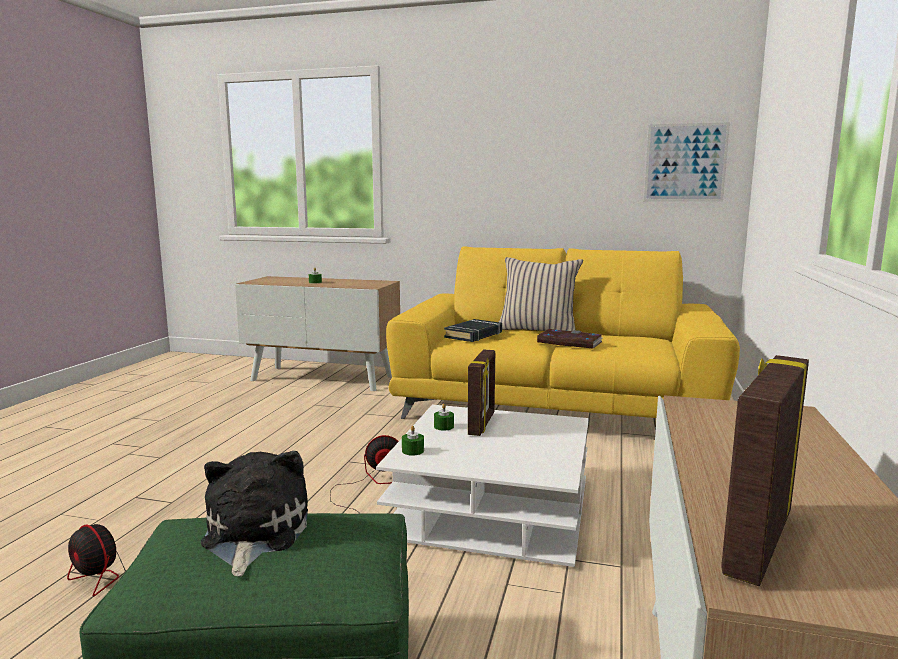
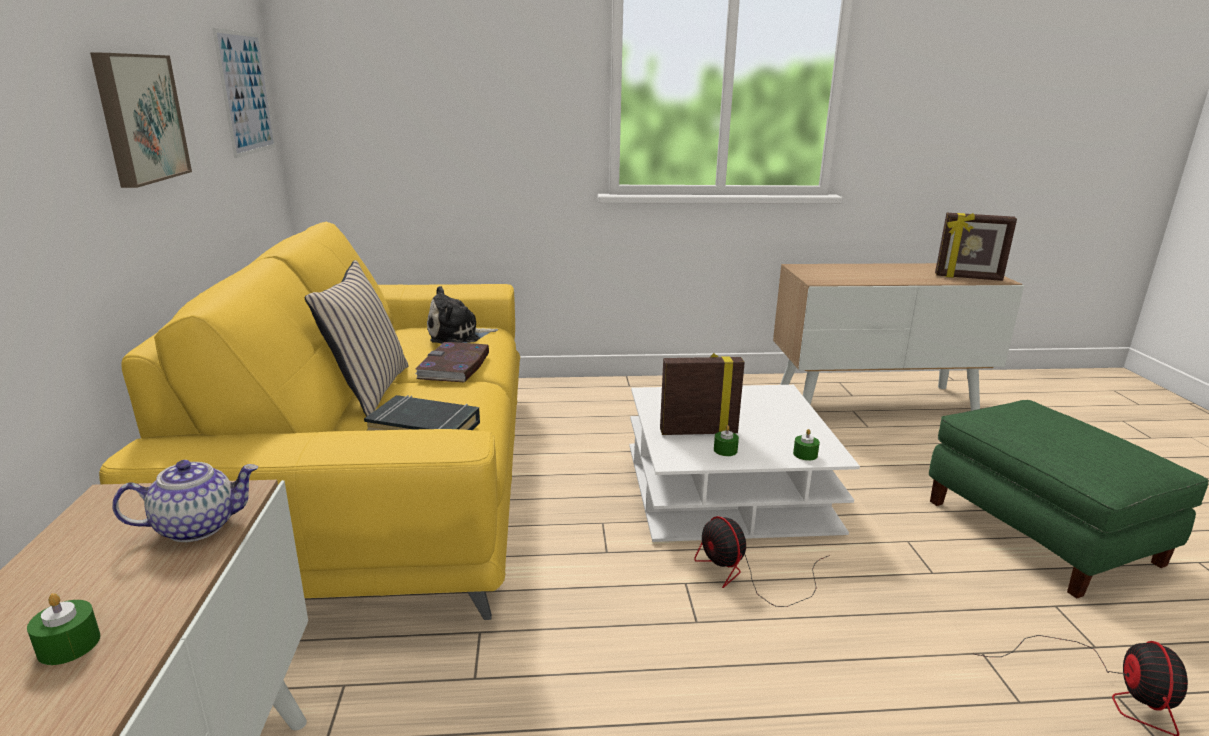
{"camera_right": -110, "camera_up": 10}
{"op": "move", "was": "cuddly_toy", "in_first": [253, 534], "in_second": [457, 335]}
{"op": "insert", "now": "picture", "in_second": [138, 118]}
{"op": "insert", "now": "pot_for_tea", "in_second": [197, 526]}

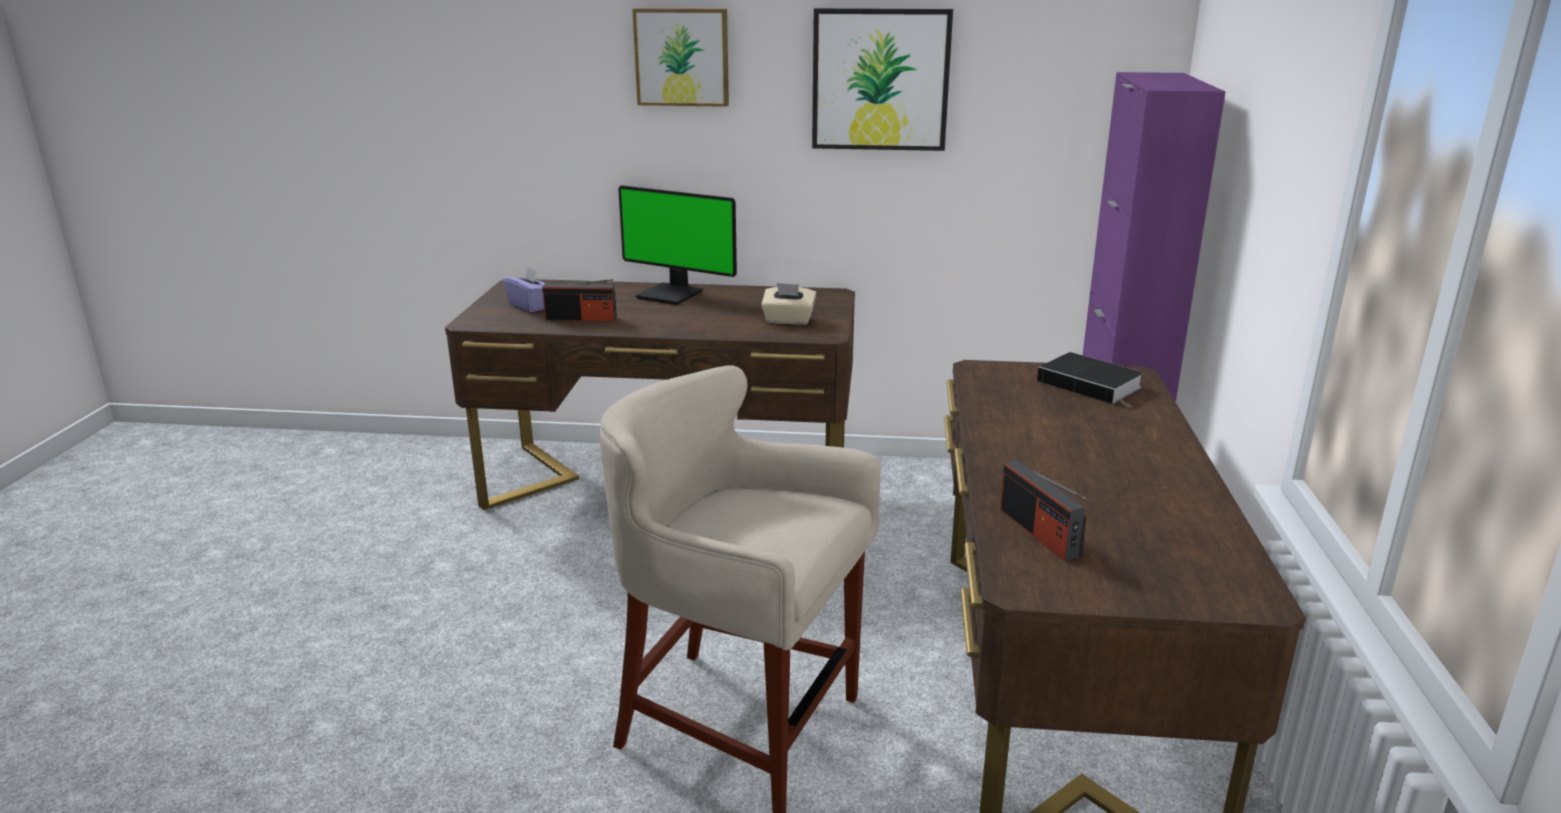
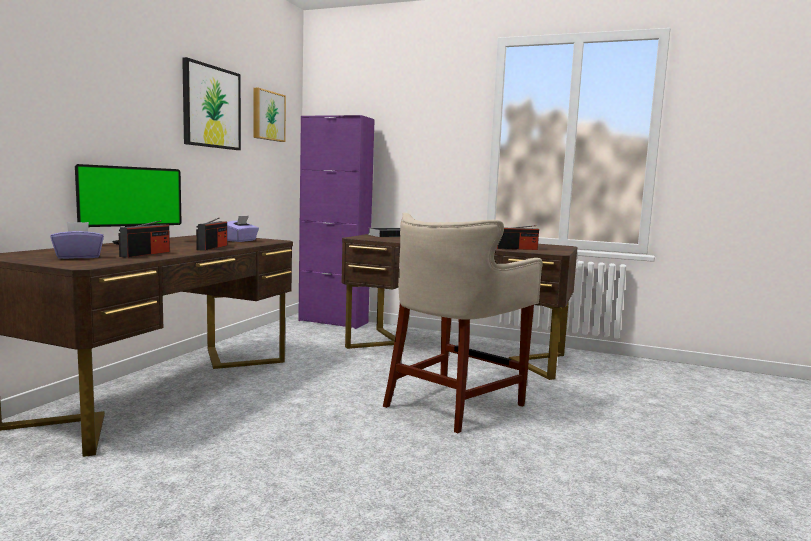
{"camera_right": -75, "camera_up": -15}
{"op": "move", "was": "picture", "in_first": [682, 57], "in_second": [267, 116]}
{"op": "recolor", "was": "beige-coloured_tissue_holder", "now": "purplish_tissue_holder", "in_first": [788, 320], "in_second": [241, 240]}
{"op": "insert", "now": "radio_set", "in_second": [212, 247]}

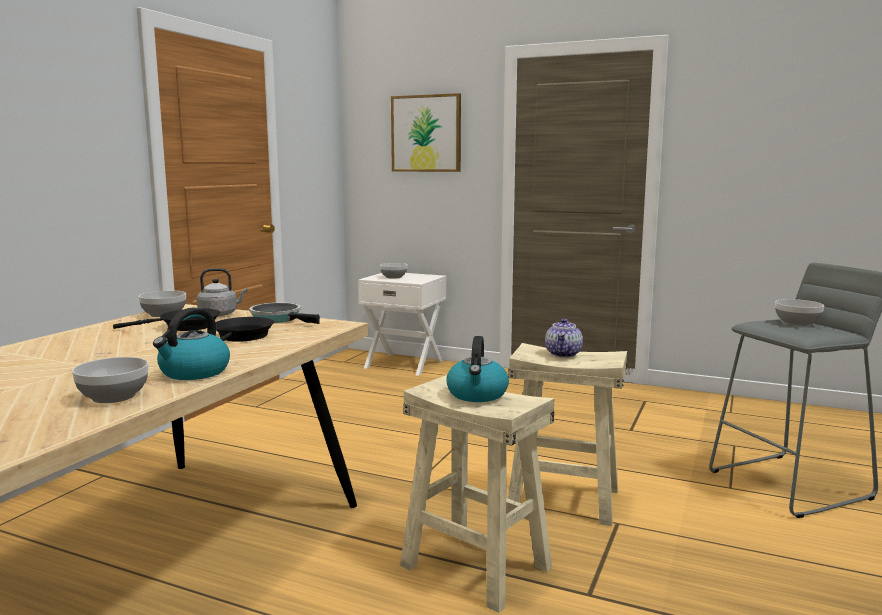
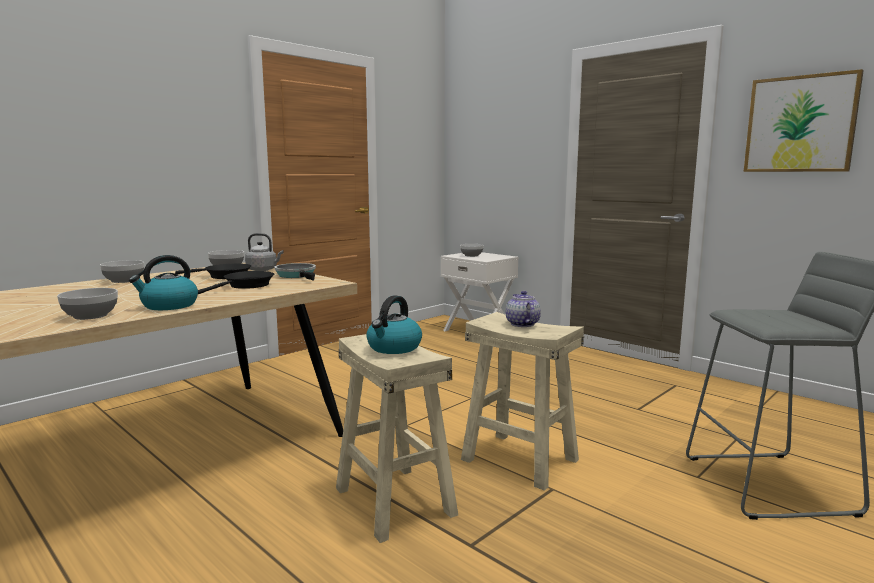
{"camera_right": 20, "camera_up": 0}
{"op": "move", "was": "picture", "in_first": [426, 133], "in_second": [800, 124]}
{"op": "move", "was": "deep_dish", "in_first": [796, 323], "in_second": [123, 280]}
{"op": "rotate", "was": "pot_for_tea", "in_first": [563, 354], "in_second": [522, 324], "clockwise": 135}

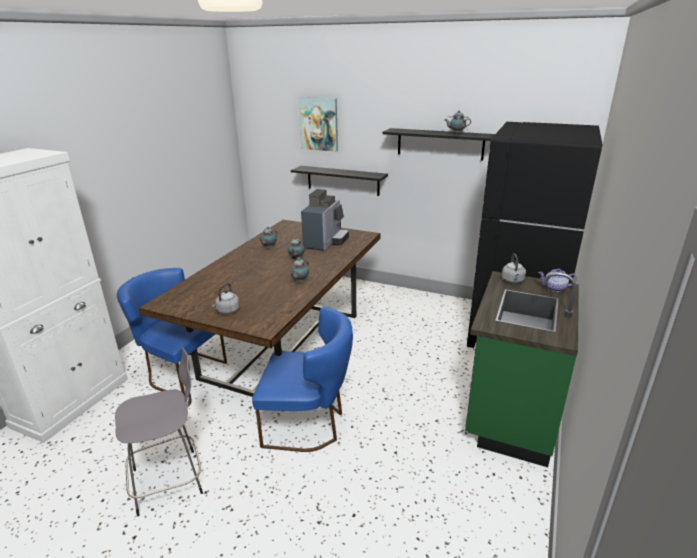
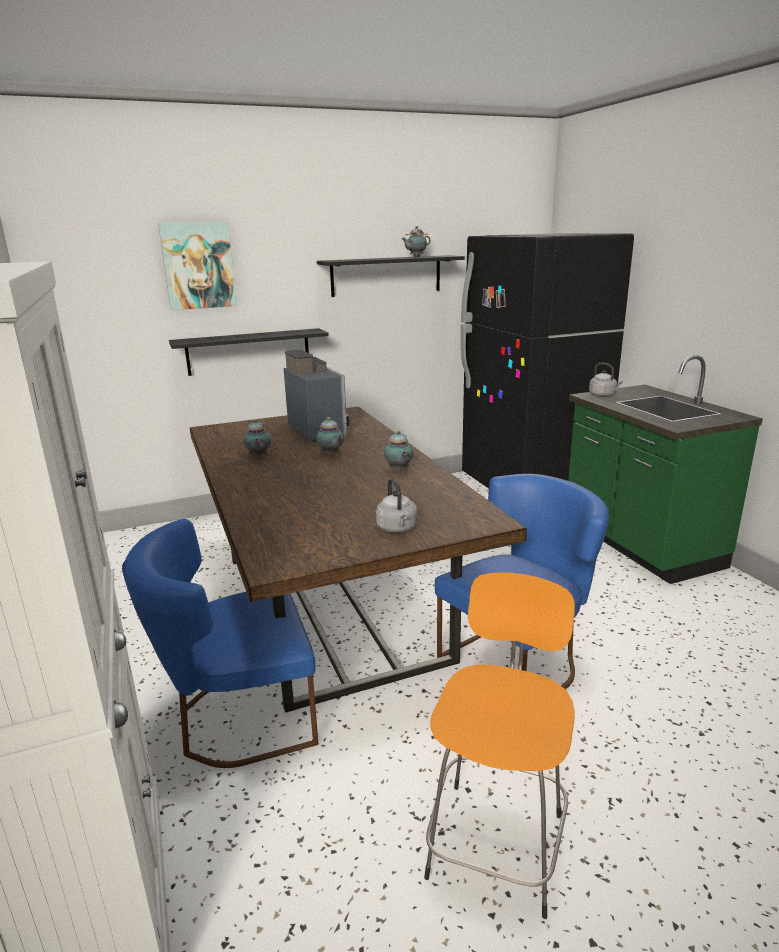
{"camera_right": -45, "camera_up": -5}
{"op": "delete", "was": "pot_for_tea", "in_first": [555, 288]}
{"op": "recolor", "was": "greyish_stool_seat", "now": "orange_stool_seat", "in_first": [170, 480], "in_second": [497, 840]}

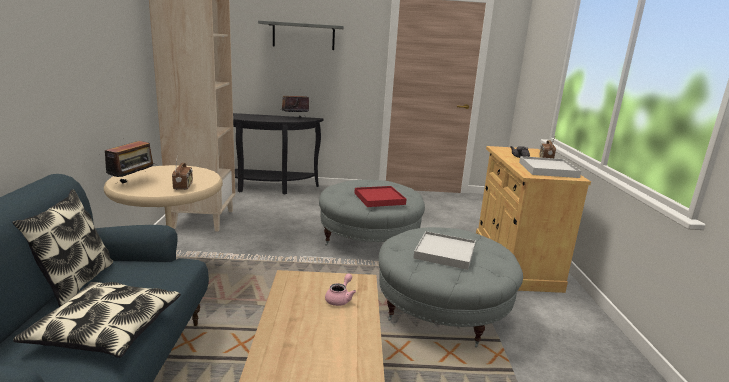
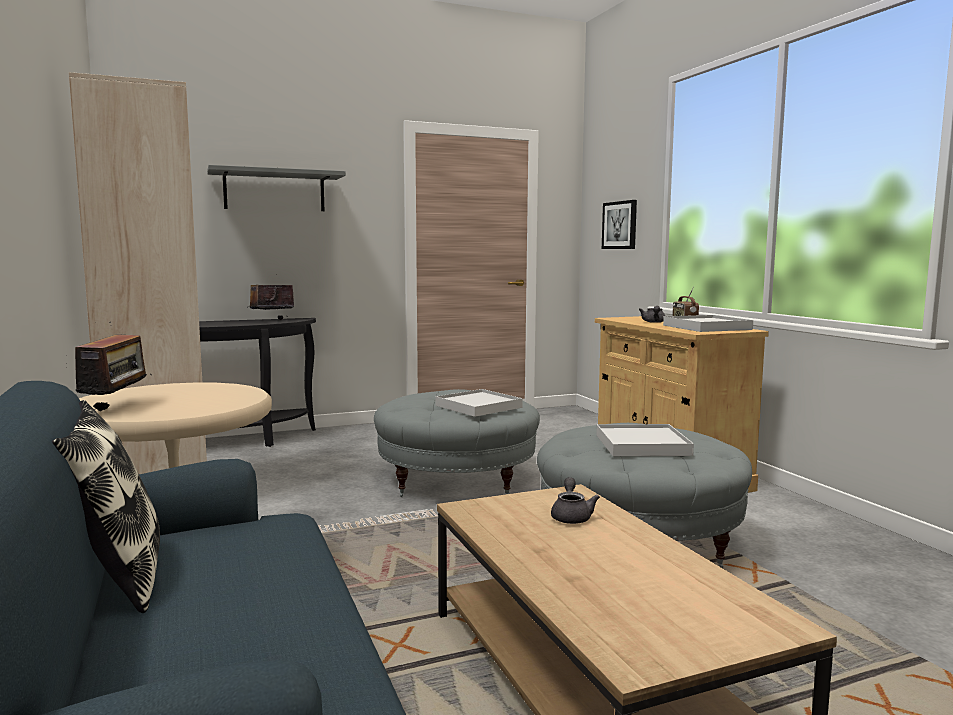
{"camera_right": -20, "camera_up": -10}
{"op": "delete", "was": "radio_set", "in_first": [183, 186]}
{"op": "recolor", "was": "reddish_carrying_tray", "now": "white-coloured_carrying_tray", "in_first": [379, 199], "in_second": [478, 406]}
{"op": "recolor", "was": "pink_pot_for_tea", "now": "greyish_pot_for_tea", "in_first": [340, 299], "in_second": [571, 516]}
{"op": "delete", "was": "pillow", "in_first": [106, 329]}
{"op": "insert", "now": "picture", "in_second": [620, 225]}

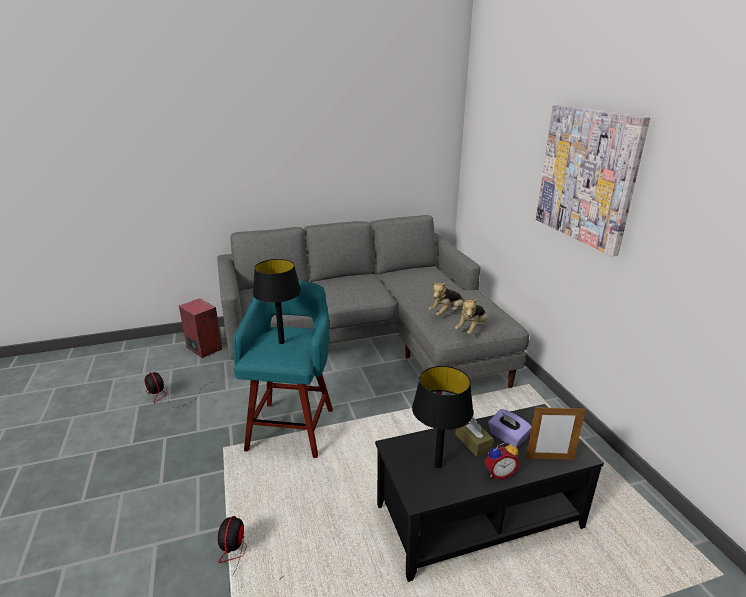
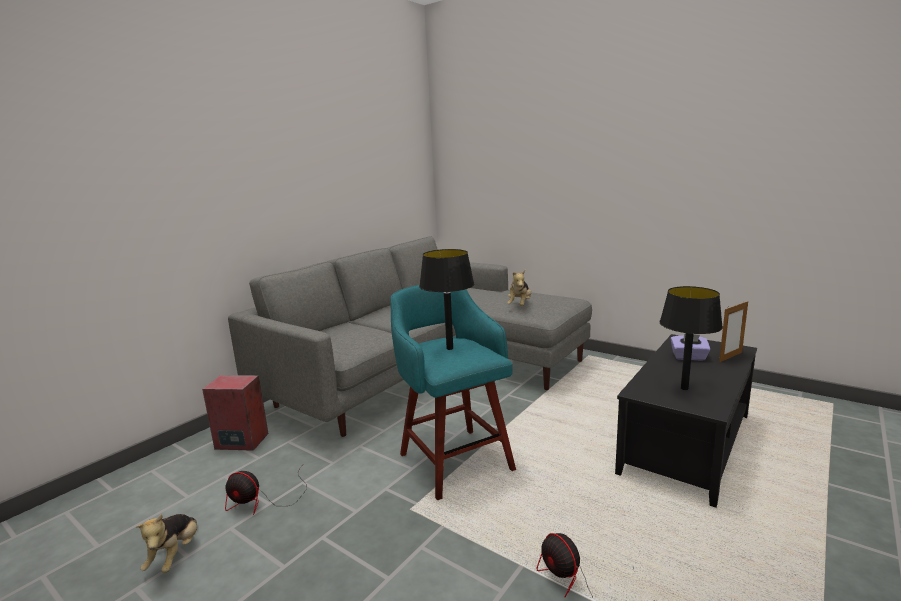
{"camera_right": -35, "camera_up": -10}
{"op": "delete", "was": "picture", "in_first": [587, 176]}
{"op": "move", "was": "cuddly_toy", "in_first": [471, 329], "in_second": [175, 555]}
{"op": "delete", "was": "brown_tissue_holder", "in_first": [473, 442]}
{"op": "delete", "was": "table_clock", "in_first": [499, 473]}

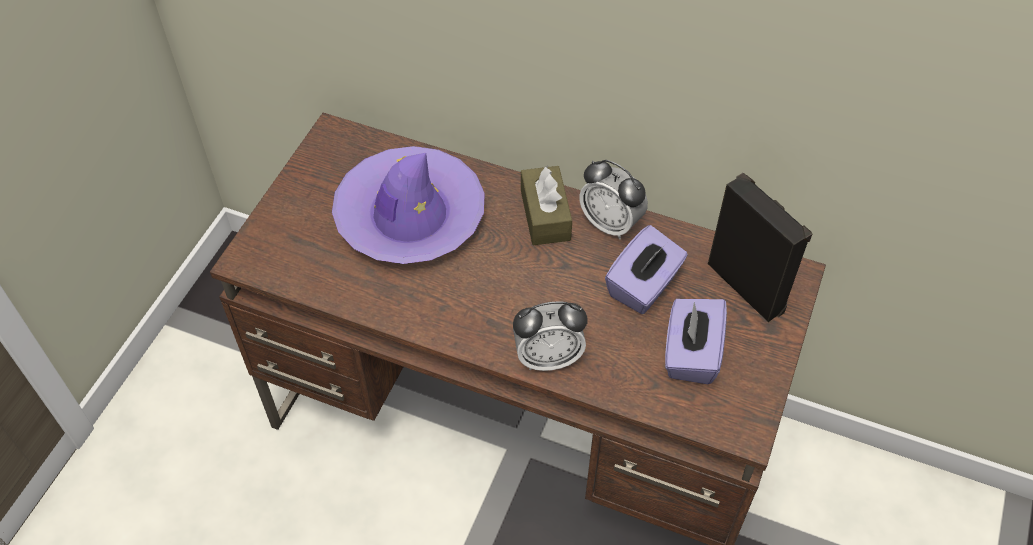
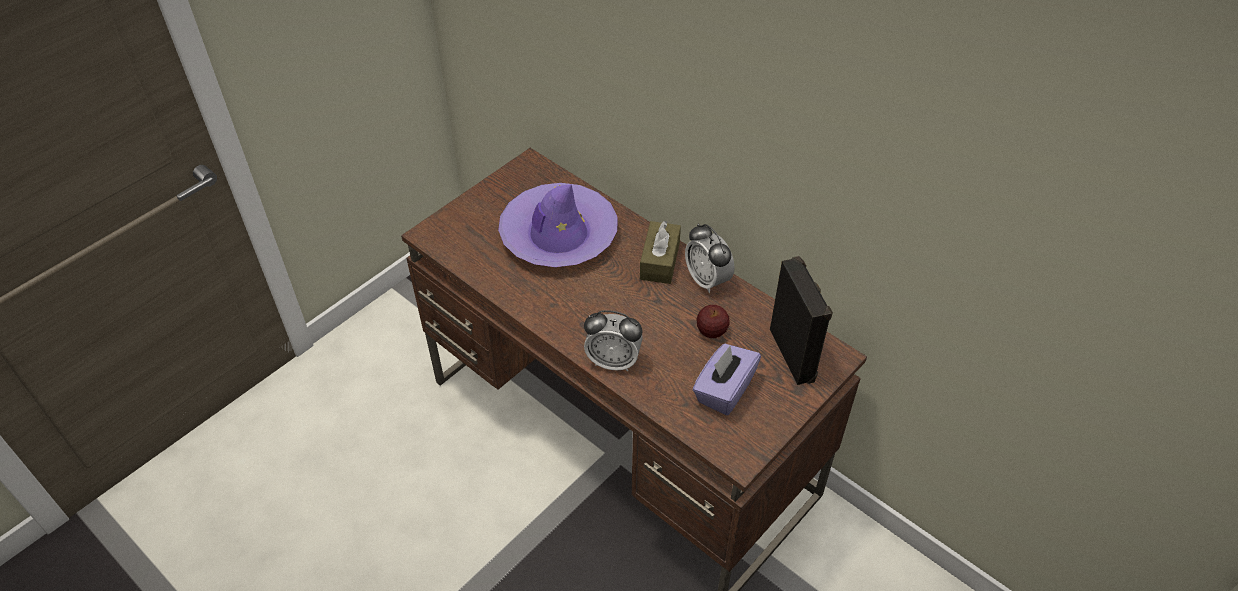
{"camera_right": 20, "camera_up": -5}
{"op": "replace", "was": "purplish_tissue_holder", "now": "apple", "in_first": [644, 286], "in_second": [711, 332]}

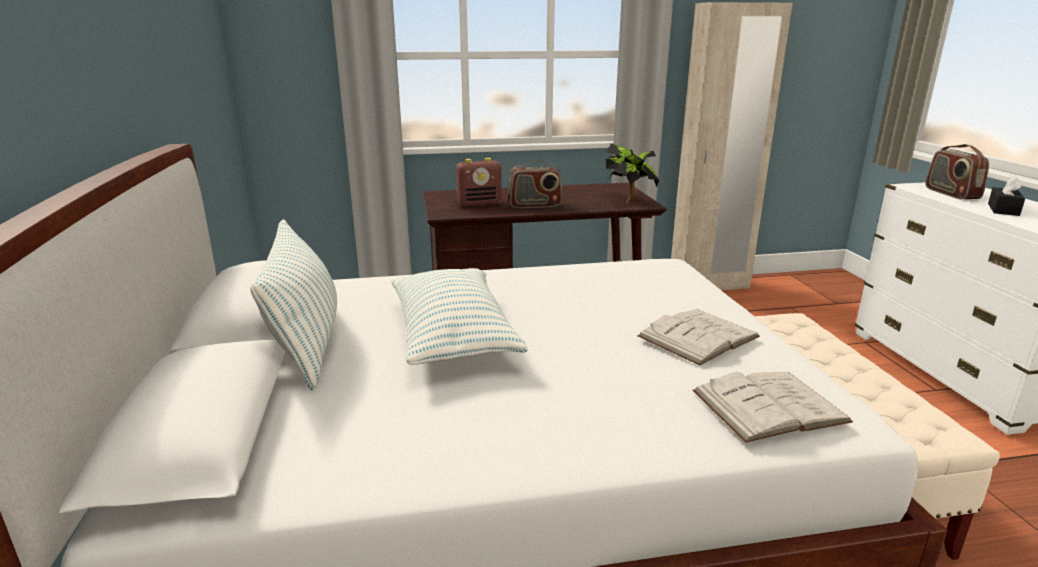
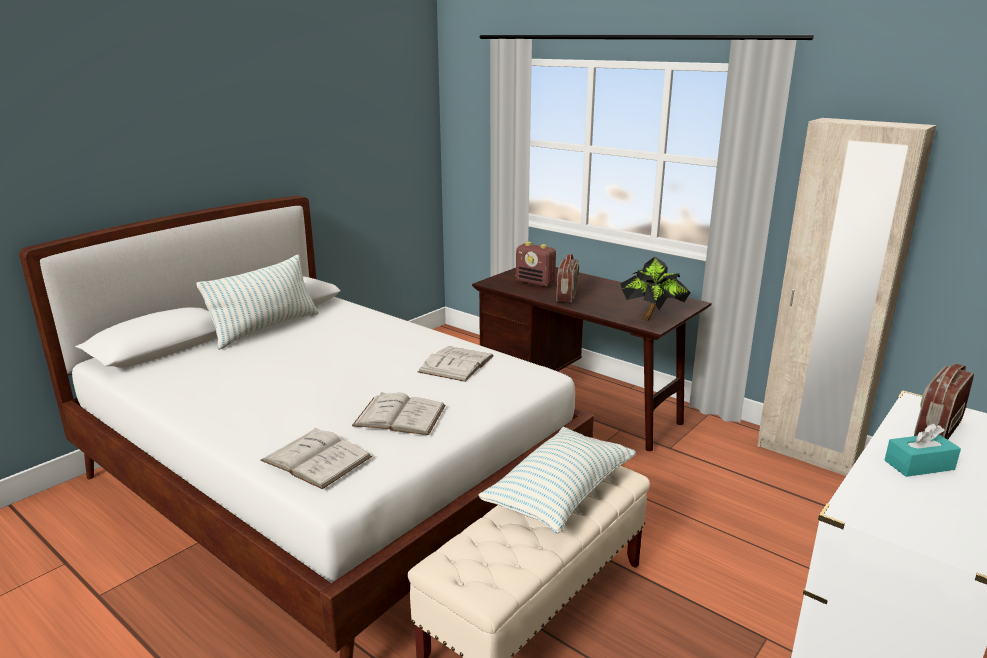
{"camera_right": 50, "camera_up": 0}
{"op": "rotate", "was": "radio_set", "in_first": [534, 205], "in_second": [567, 296], "clockwise": -120}
{"op": "recolor", "was": "black_tissue_holder", "now": "turquoise_tissue_holder", "in_first": [1003, 209], "in_second": [919, 465]}
{"op": "move", "was": "pillow", "in_first": [452, 337], "in_second": [560, 494]}
{"op": "insert", "now": "white-coloured_bound_book", "in_second": [456, 364]}

